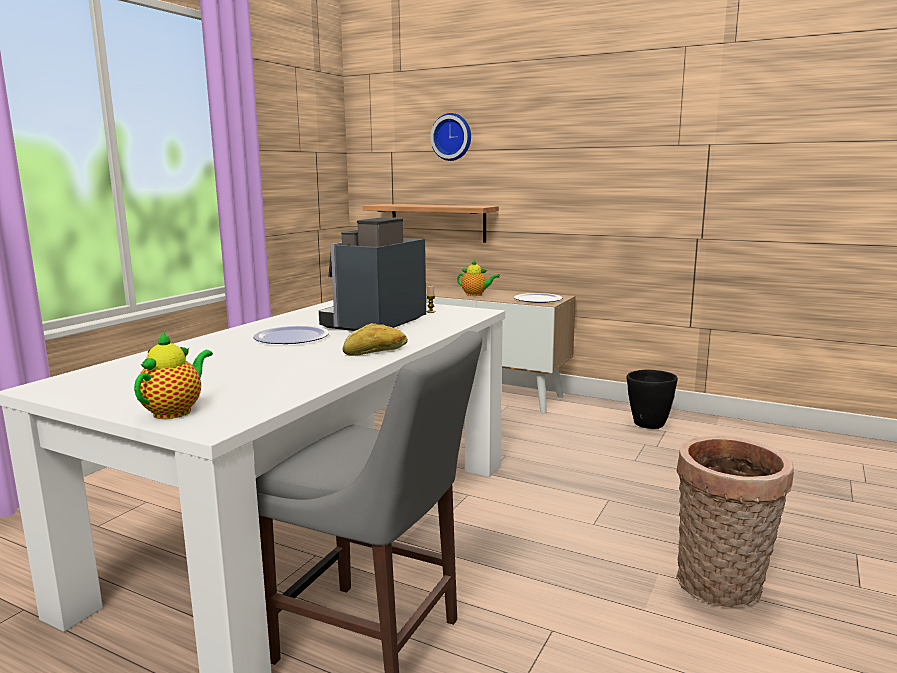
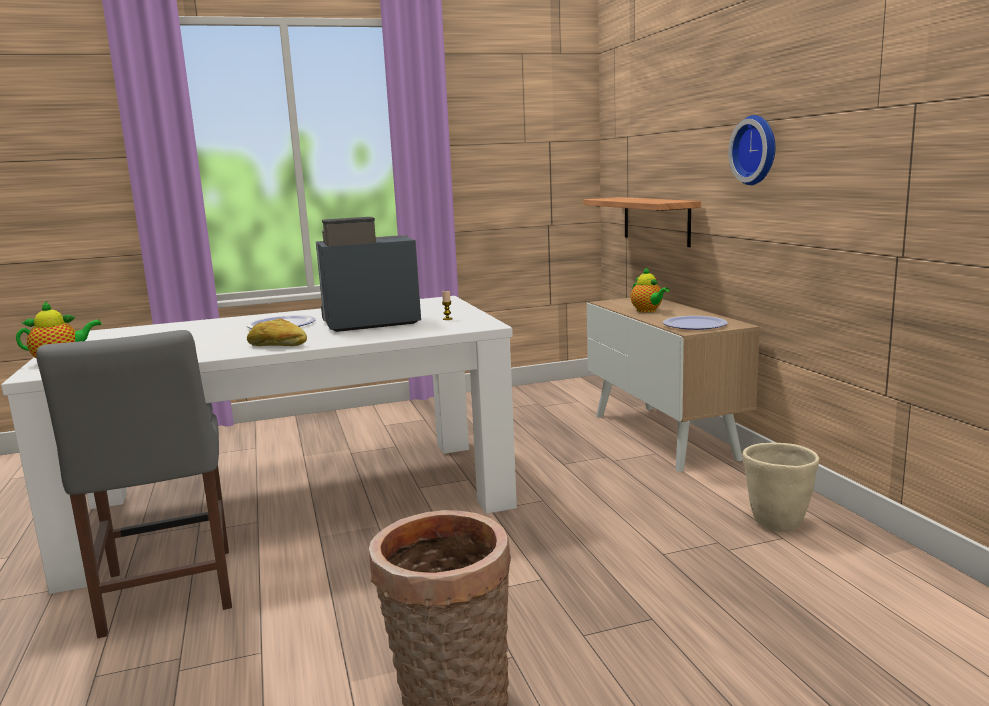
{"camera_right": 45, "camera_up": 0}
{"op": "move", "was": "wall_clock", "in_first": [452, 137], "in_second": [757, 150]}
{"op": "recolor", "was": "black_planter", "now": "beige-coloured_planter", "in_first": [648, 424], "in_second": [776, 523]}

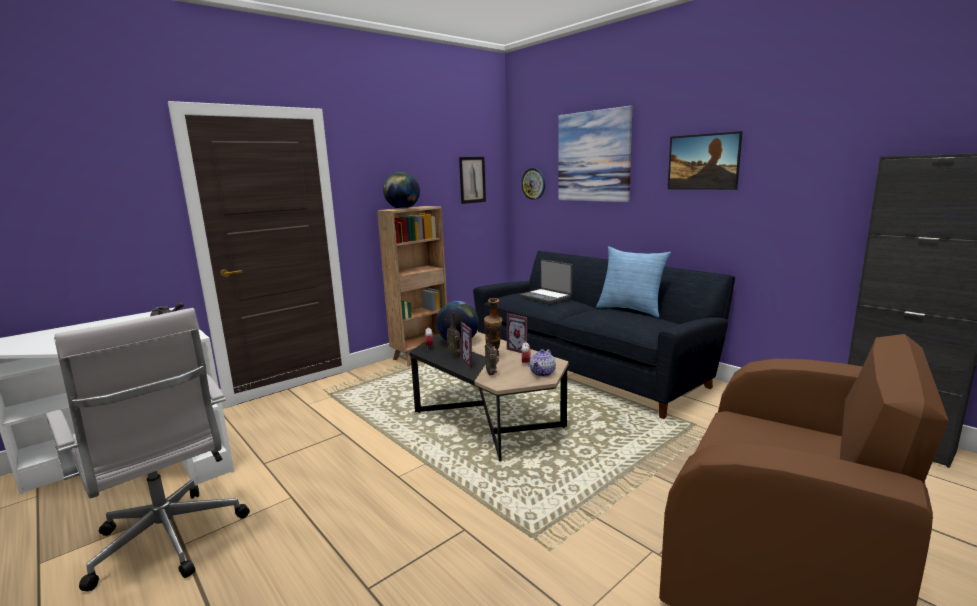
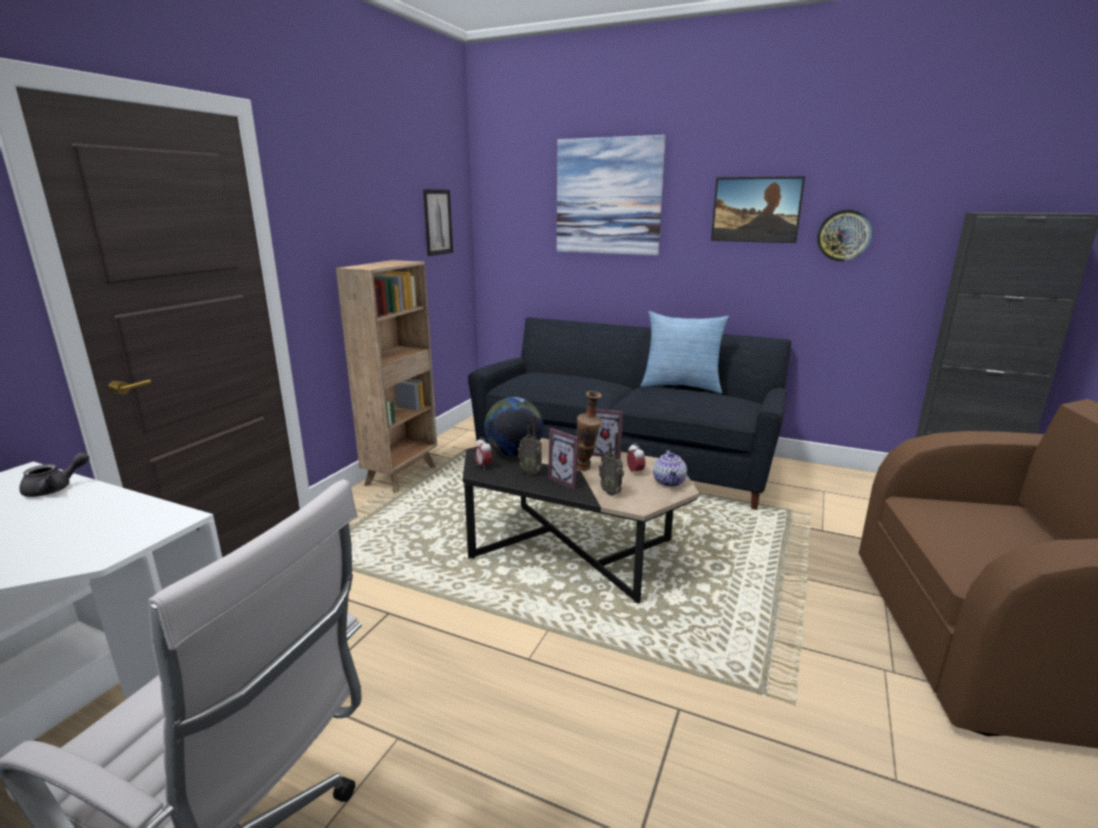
{"camera_right": -25, "camera_up": 5}
{"op": "move", "was": "wall_clock", "in_first": [533, 184], "in_second": [844, 235]}
{"op": "delete", "was": "globe", "in_first": [402, 208]}
{"op": "delete", "was": "notebook_computer", "in_first": [546, 297]}

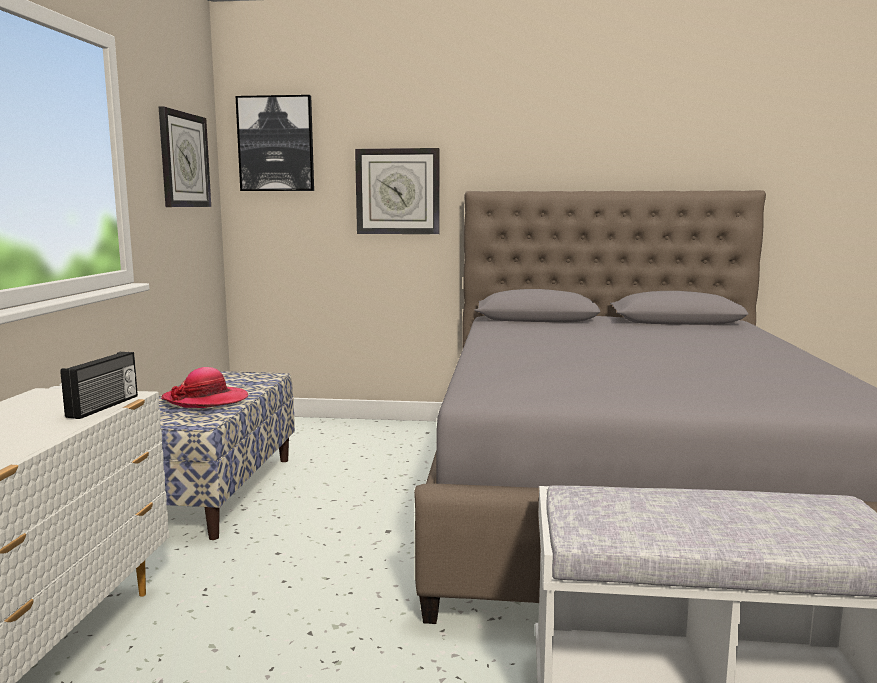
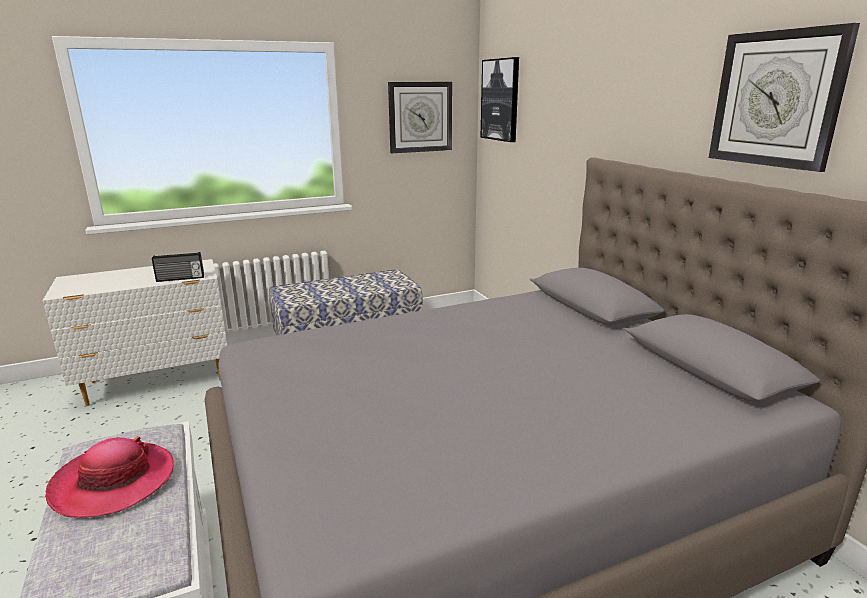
{"camera_right": 60, "camera_up": 10}
{"op": "move", "was": "wall_clock", "in_first": [398, 191], "in_second": [776, 99]}
{"op": "move", "was": "clothing_hat", "in_first": [206, 400], "in_second": [114, 482]}

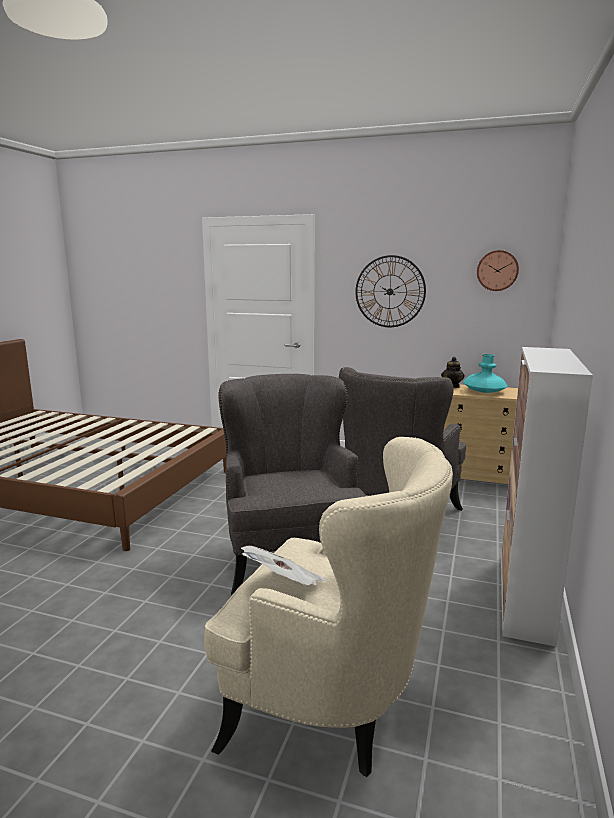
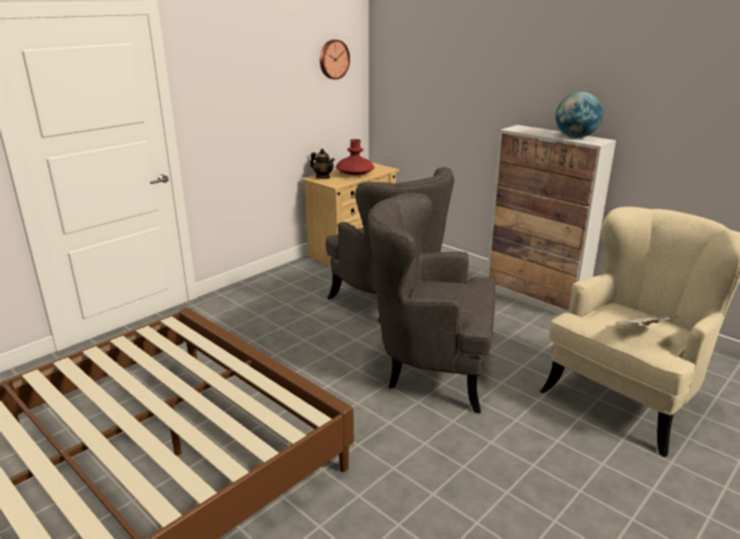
{"camera_right": -65, "camera_up": 10}
{"op": "delete", "was": "wall_clock", "in_first": [390, 291]}
{"op": "recolor", "was": "turquoise_vase", "now": "reddish_vase", "in_first": [484, 392], "in_second": [355, 174]}
{"op": "insert", "now": "globe", "in_second": [575, 137]}

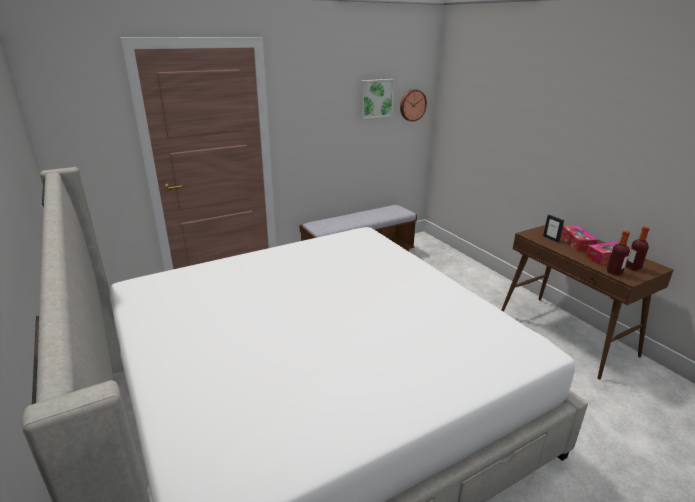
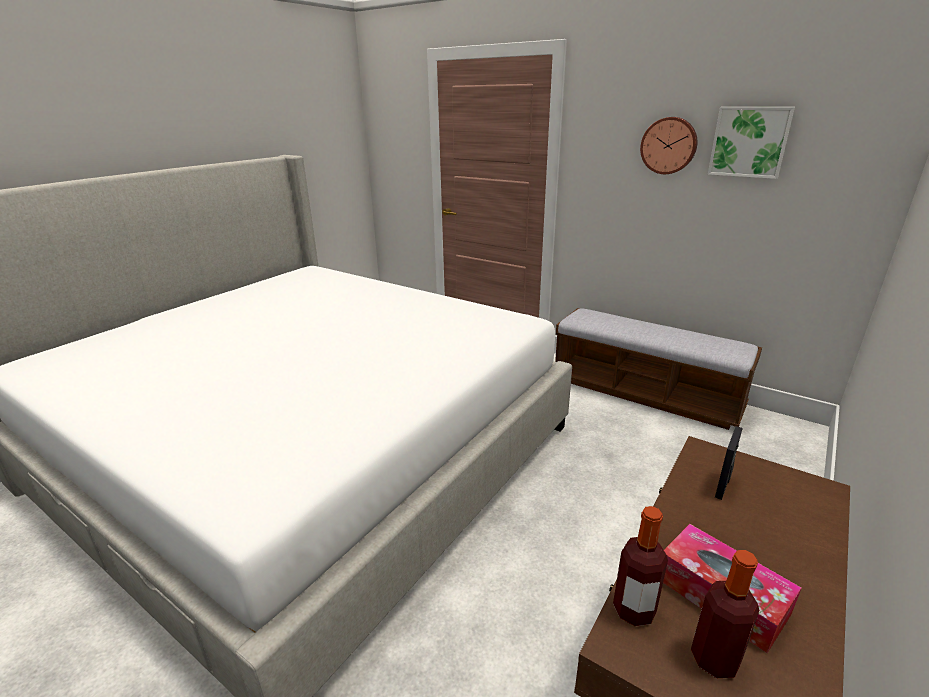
{"camera_right": 65, "camera_up": 0}
{"op": "move", "was": "wall_clock", "in_first": [412, 105], "in_second": [669, 145]}
{"op": "delete", "was": "tissue_holder", "in_first": [576, 243]}

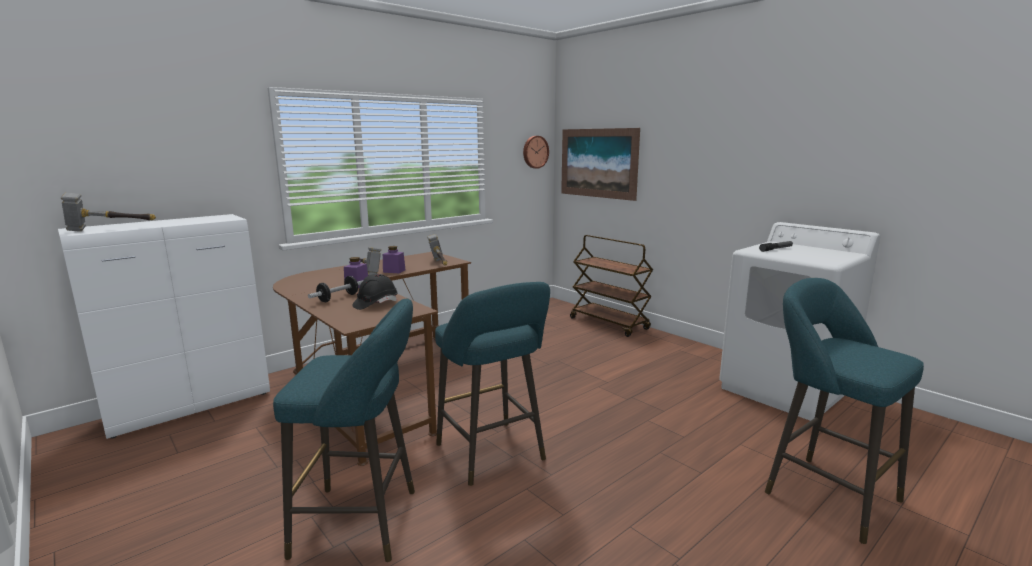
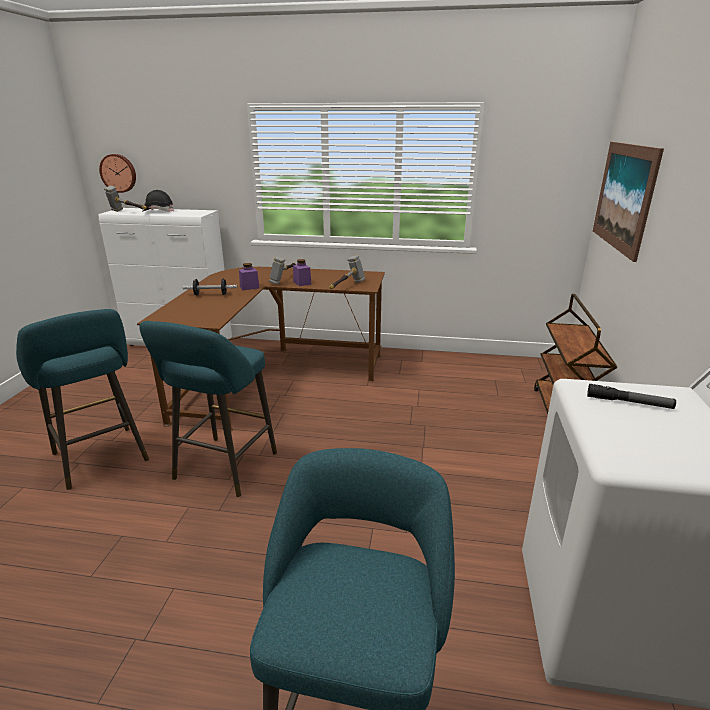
{"camera_right": 50, "camera_up": 10}
{"op": "move", "was": "wall_clock", "in_first": [535, 152], "in_second": [119, 173]}
{"op": "move", "was": "black_safety_helmet", "in_first": [375, 304], "in_second": [158, 211]}

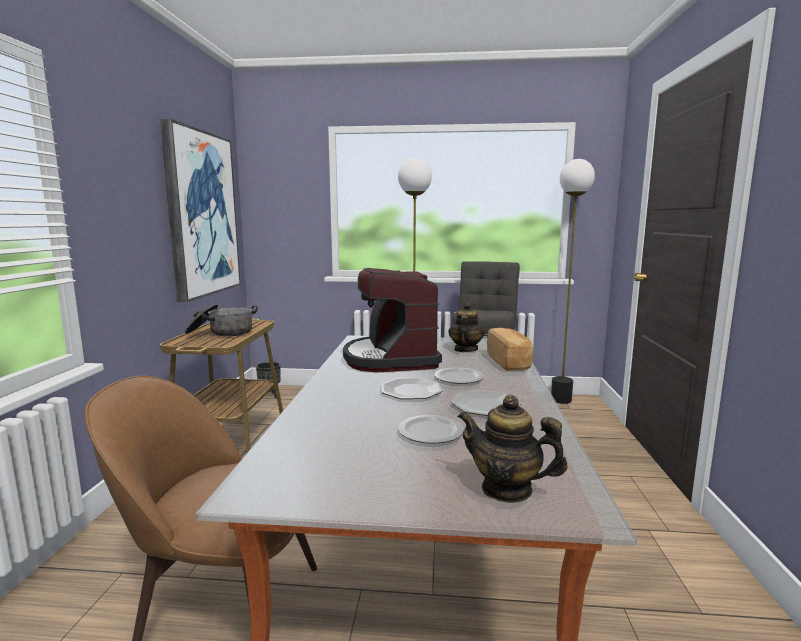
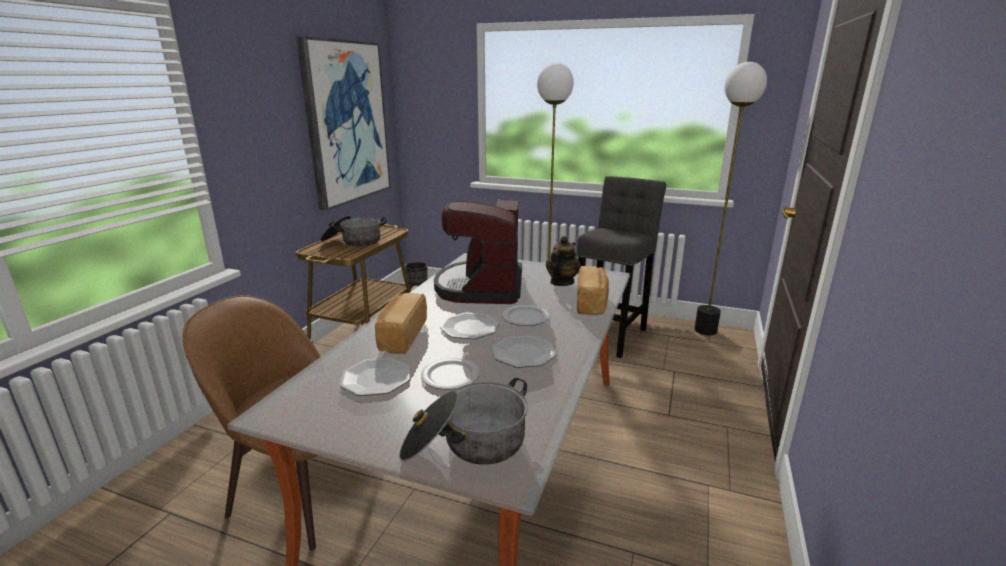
{"camera_right": 15, "camera_up": 10}
{"op": "replace", "was": "pot_for_tea", "now": "stockpot", "in_first": [507, 489], "in_second": [465, 444]}
{"op": "insert", "now": "bakery_bread", "in_second": [401, 337]}
{"op": "insert", "now": "plate", "in_second": [375, 378]}

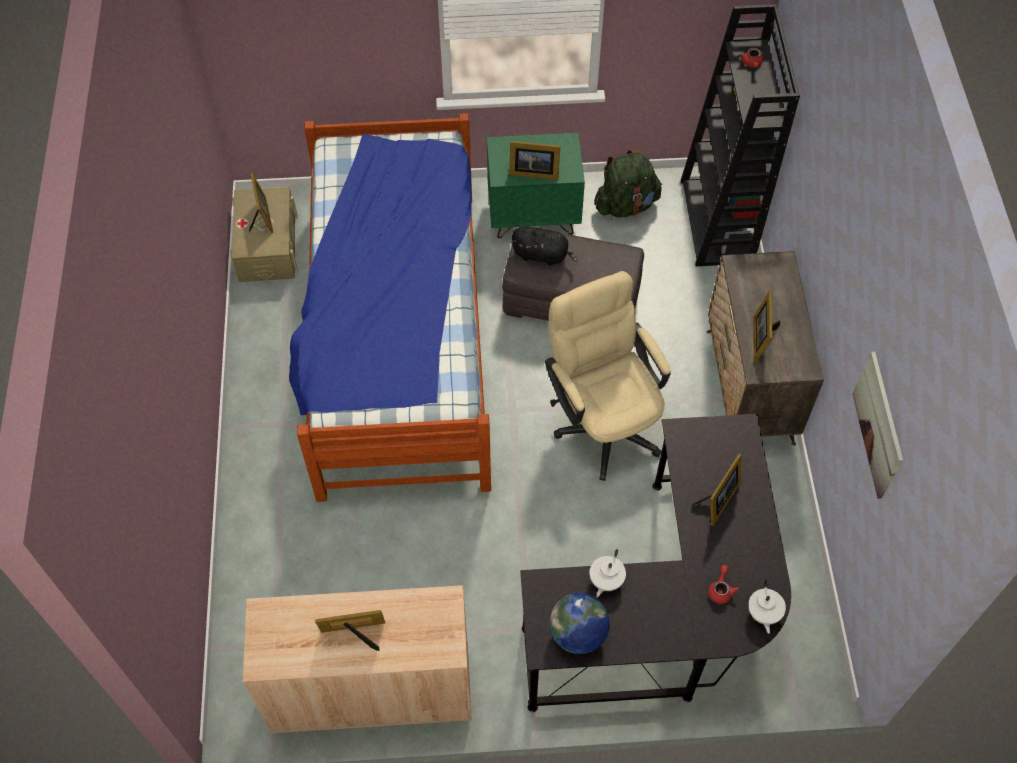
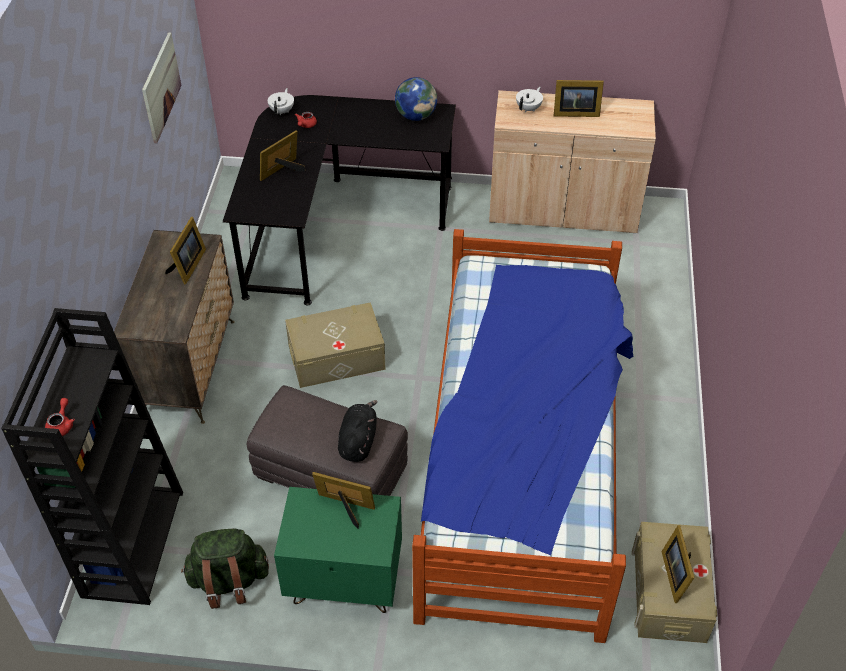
{"camera_right": -170, "camera_up": -10}
{"op": "rotate", "was": "black_cuddly_toy", "in_first": [542, 255], "in_second": [358, 441], "clockwise": 75}
{"op": "replace", "was": "beige-coloured_office_chair", "now": "beige-coloured_storage_container", "in_first": [603, 421], "in_second": [336, 357]}
{"op": "move", "was": "white-coloured_pot_for_tea", "in_first": [605, 580], "in_second": [529, 108]}

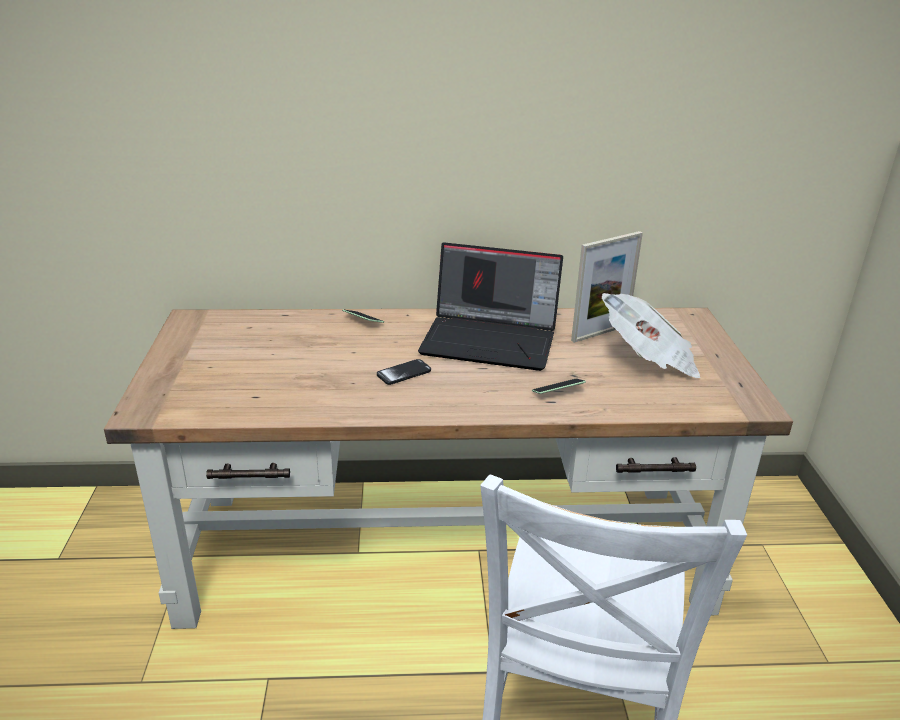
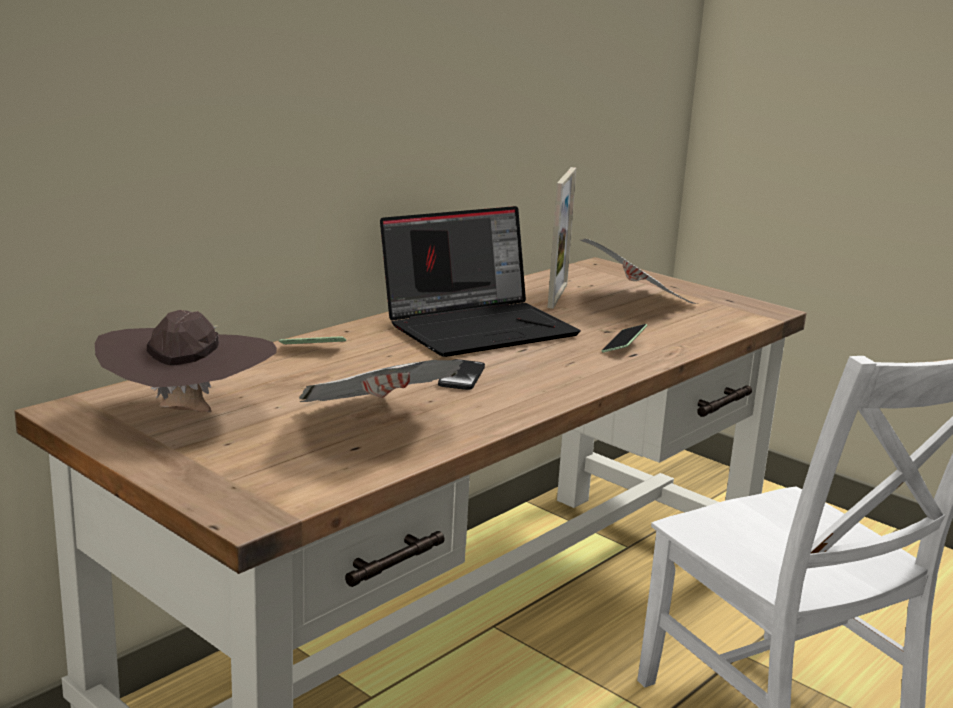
{"camera_right": -45, "camera_up": -10}
{"op": "insert", "now": "brown_clothing_hat", "in_second": [188, 415]}
{"op": "insert", "now": "daily_paper", "in_second": [377, 424]}

